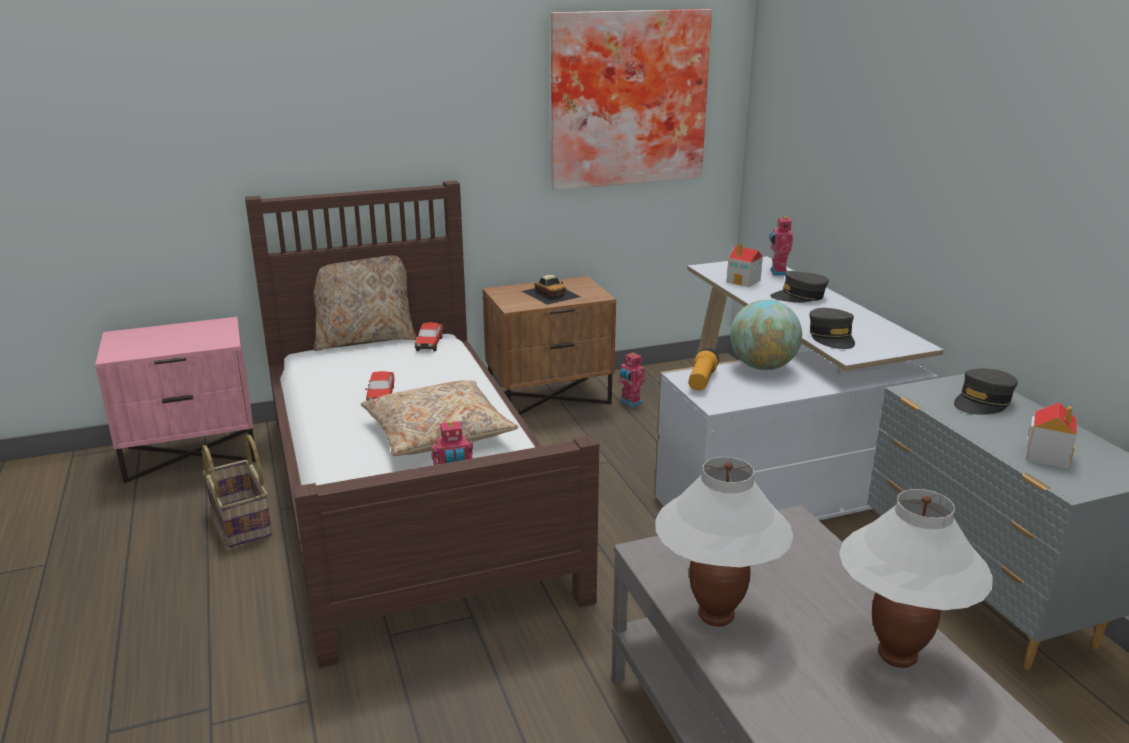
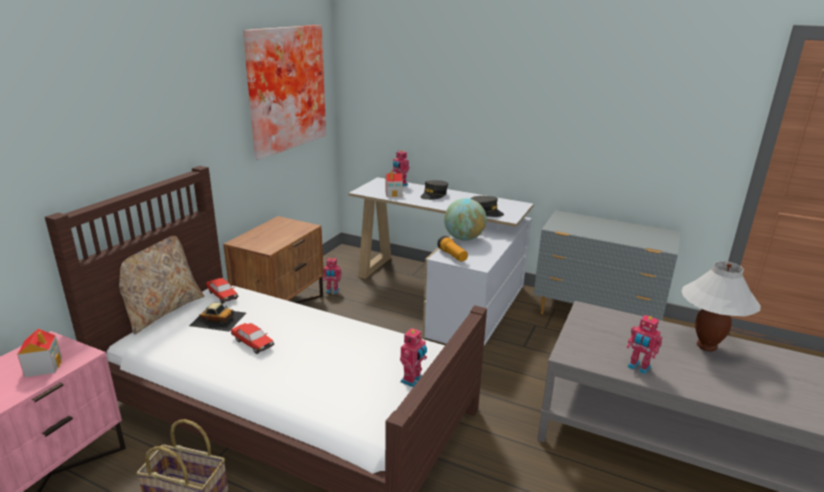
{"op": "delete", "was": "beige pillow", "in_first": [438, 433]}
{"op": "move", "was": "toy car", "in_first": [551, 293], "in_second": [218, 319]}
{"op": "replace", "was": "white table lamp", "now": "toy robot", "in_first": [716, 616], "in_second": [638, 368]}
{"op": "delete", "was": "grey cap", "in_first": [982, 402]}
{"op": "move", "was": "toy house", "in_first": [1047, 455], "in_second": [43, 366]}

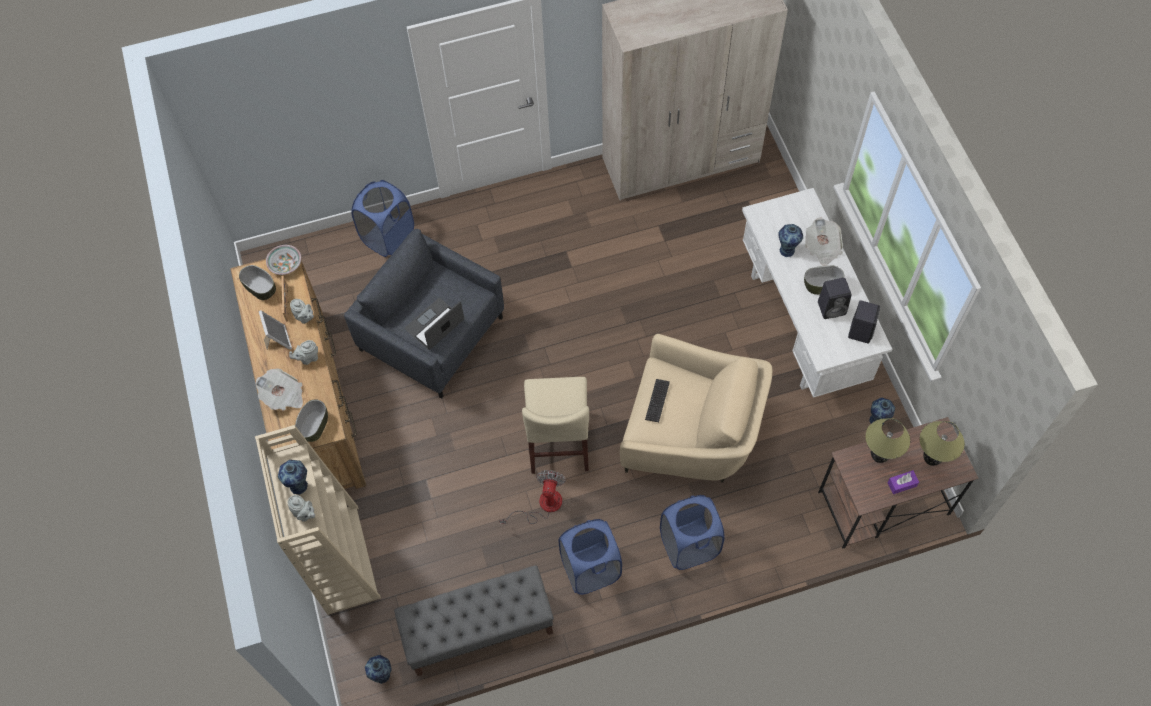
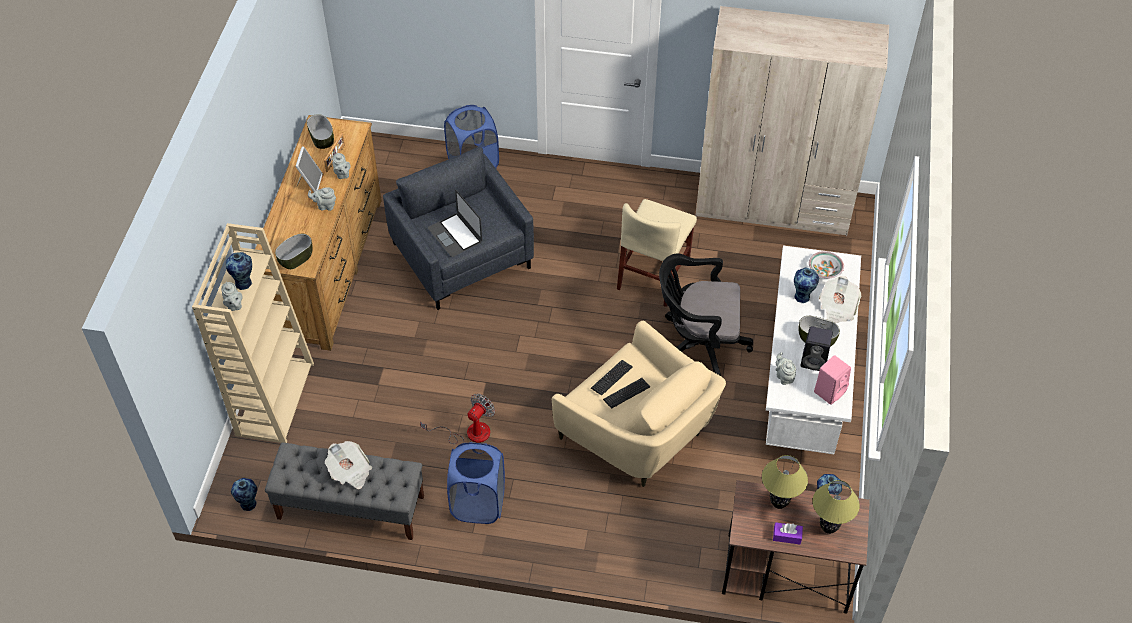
{"op": "move", "was": "newspaper", "in_first": [283, 396], "in_second": [350, 471]}
{"op": "move", "was": "bowl", "in_first": [285, 264], "in_second": [824, 270]}
{"op": "rotate", "was": "laptop", "in_first": [434, 324], "in_second": [455, 235], "clockwise": -105}
{"op": "move", "was": "beige chair", "in_first": [558, 441], "in_second": [653, 275]}
{"op": "delete", "was": "blue laundry basket", "in_first": [689, 545]}
{"op": "recolor", "was": "black speaker", "now": "pink speaker", "in_first": [860, 330], "in_second": [830, 391]}
{"op": "insert", "now": "keyboard", "in_second": [626, 393]}
{"op": "insert", "now": "black office chair", "in_second": [698, 345]}
{"op": "insert", "now": "grey teapot", "in_second": [784, 376]}

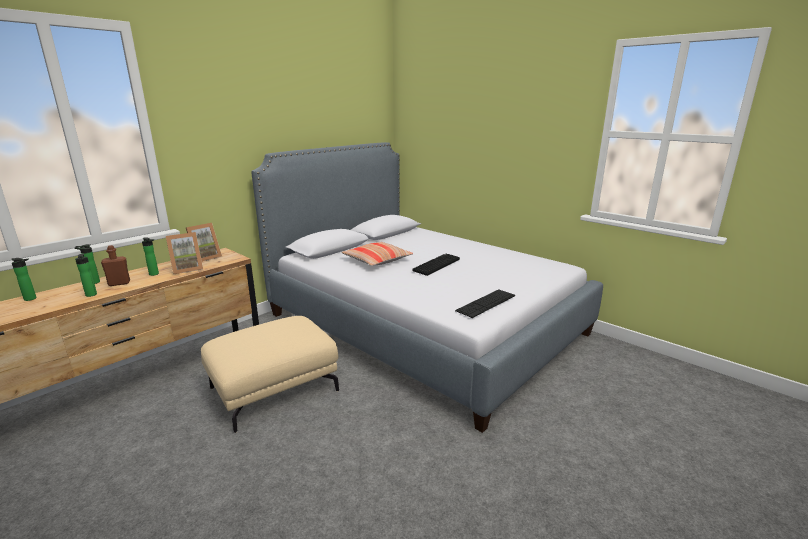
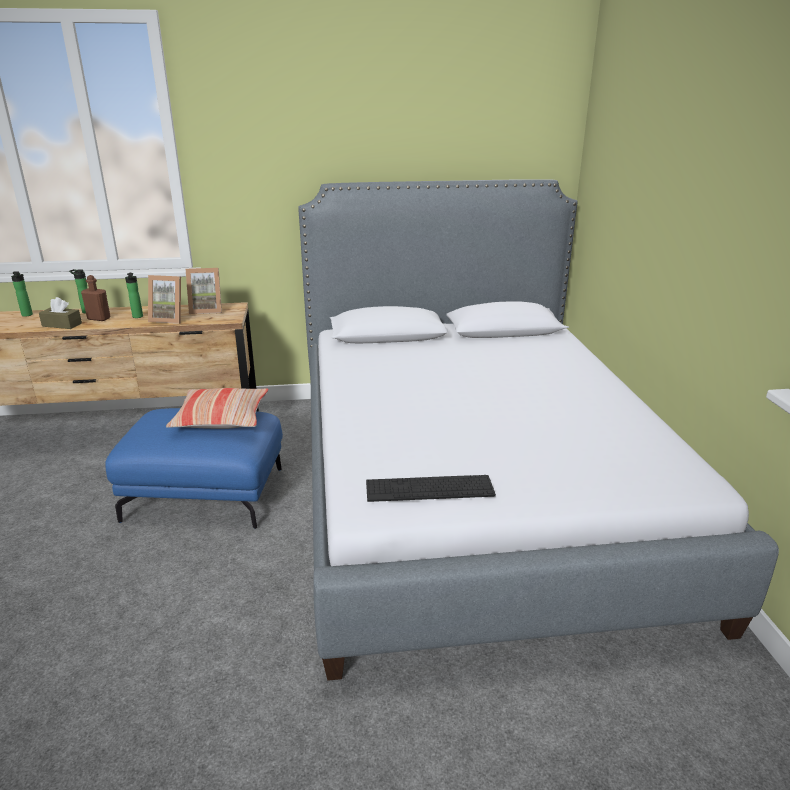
{"op": "replace", "was": "bottle", "now": "brown tissue box", "in_first": [91, 295], "in_second": [62, 325]}
{"op": "recolor", "was": "beige ottoman", "now": "blue ottoman", "in_first": [274, 388], "in_second": [206, 493]}
{"op": "move", "was": "pillow", "in_first": [377, 260], "in_second": [221, 418]}
{"op": "delete", "was": "keyboard", "in_first": [436, 265]}

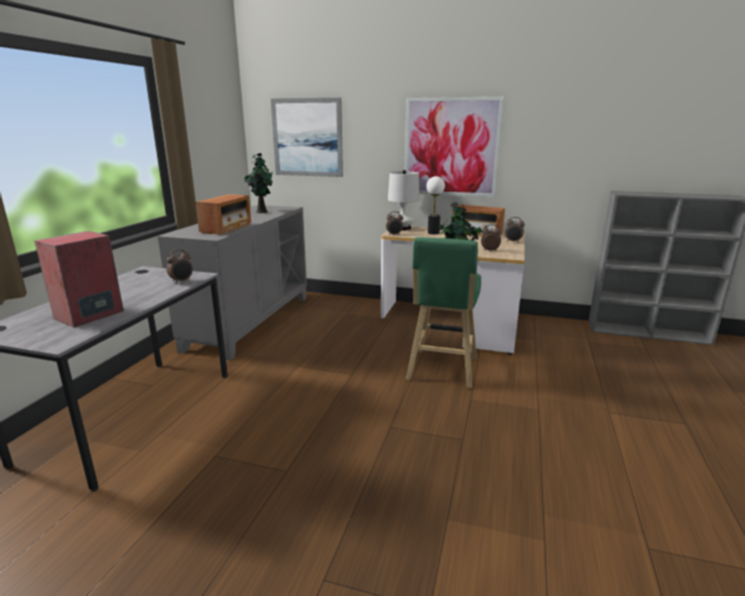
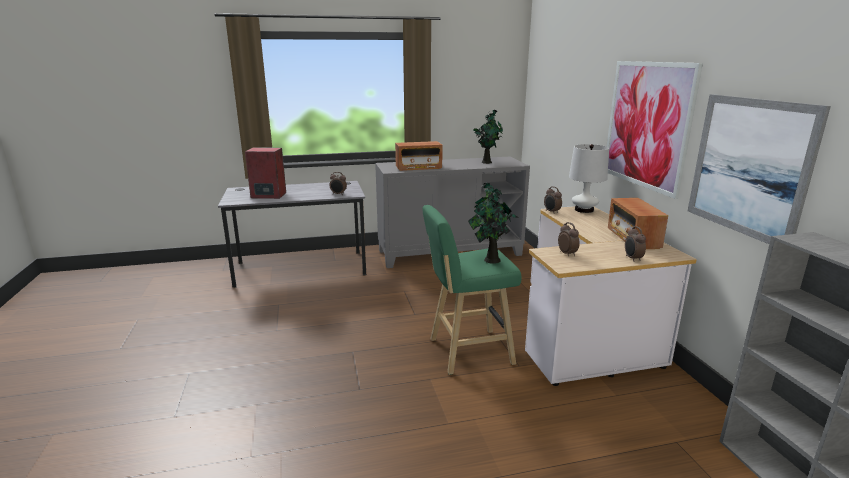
{"op": "move", "was": "picture", "in_first": [307, 137], "in_second": [748, 167]}
{"op": "delete", "was": "table lamp", "in_first": [433, 233]}

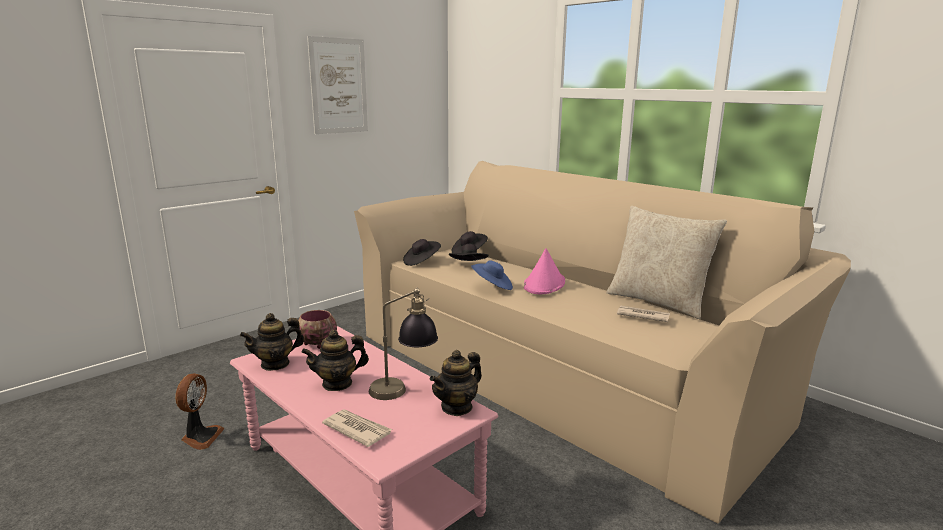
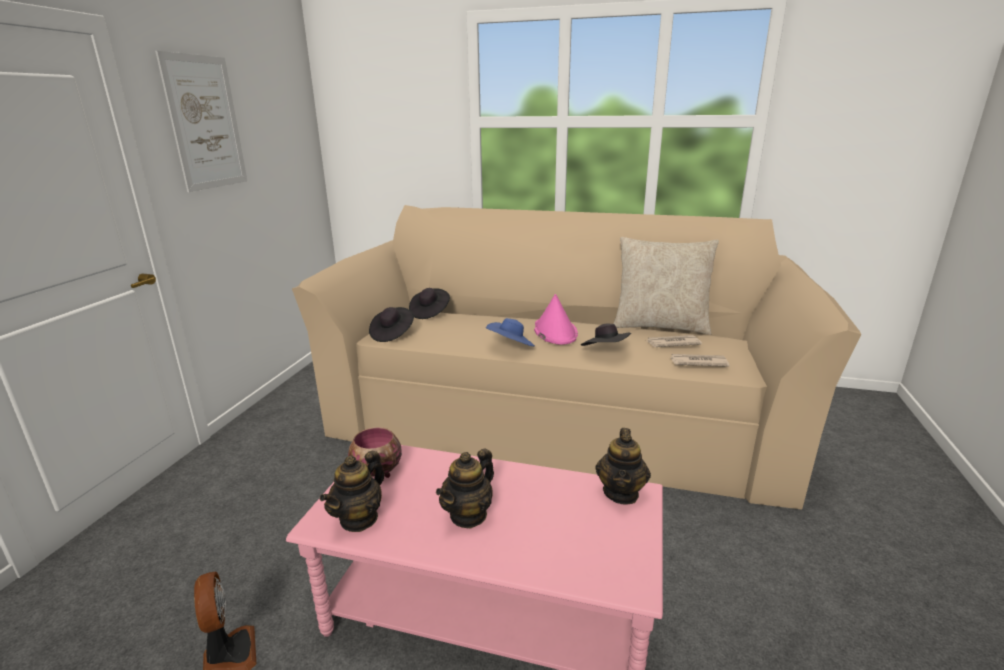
{"op": "move", "was": "newspaper", "in_first": [357, 429], "in_second": [697, 362]}
{"op": "delete", "was": "table lamp", "in_first": [403, 390]}
{"op": "move", "was": "black hat", "in_first": [469, 266], "in_second": [605, 351]}

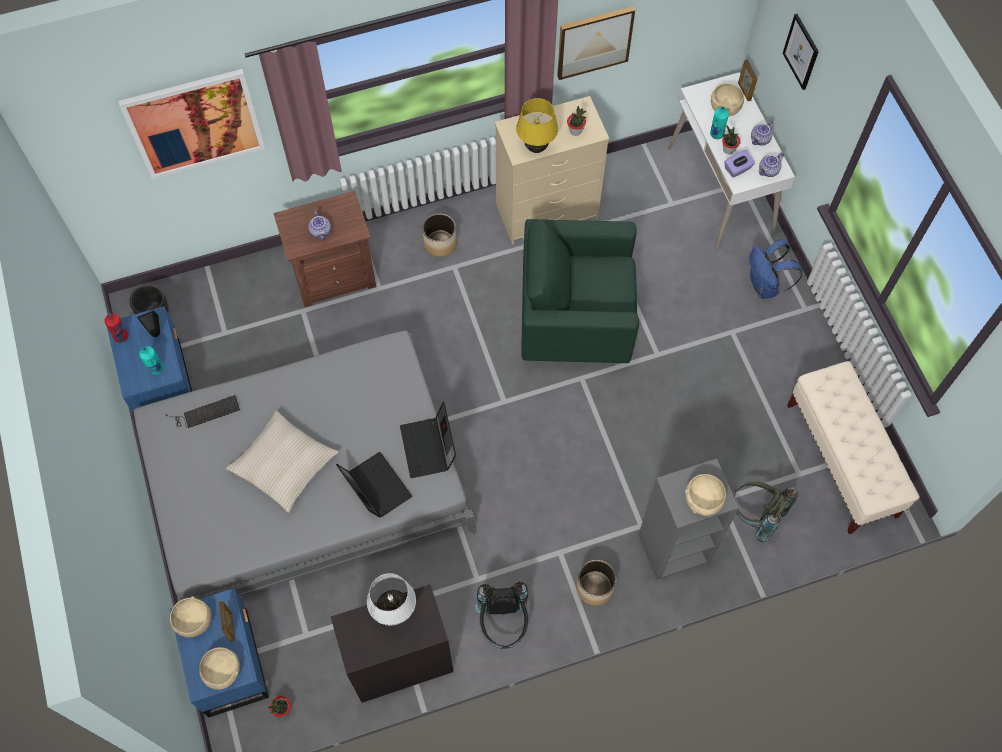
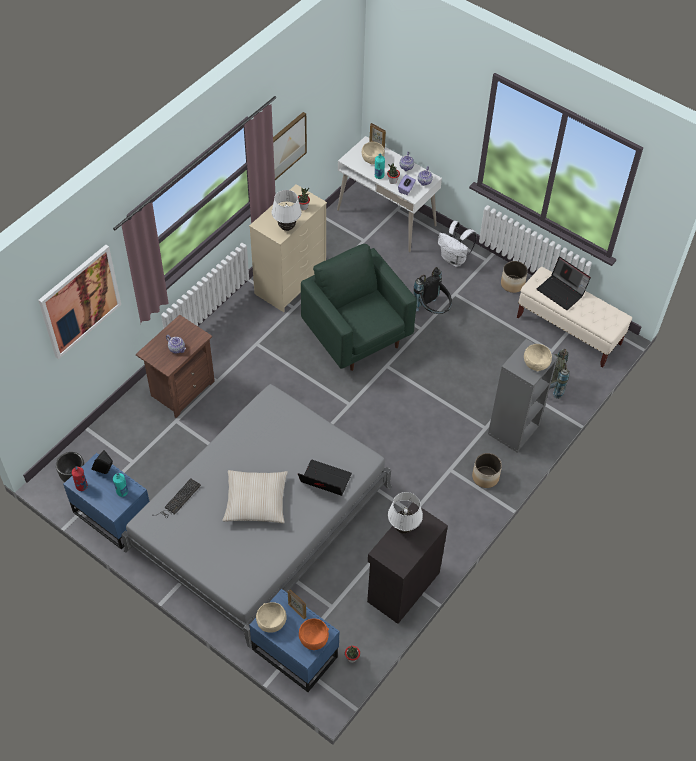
{"op": "recolor", "was": "beige bowl", "now": "orange bowl", "in_first": [222, 672], "in_second": [313, 639]}
{"op": "move", "was": "laptop", "in_first": [429, 448], "in_second": [562, 292]}
{"op": "move", "was": "planter", "in_first": [440, 243], "in_second": [512, 284]}
{"op": "move", "was": "black backpack", "in_first": [503, 624], "in_second": [432, 310]}
{"op": "recolor", "was": "yellow table lamp", "now": "white table lamp", "in_first": [536, 148], "in_second": [287, 228]}
{"op": "rotate", "was": "green armchair", "in_first": [575, 320], "in_second": [357, 335], "clockwise": 90}
{"op": "recolor", "was": "blue backpack", "now": "white backpack", "in_first": [765, 286], "in_second": [454, 259]}
{"op": "delete", "was": "picture", "in_first": [801, 51]}

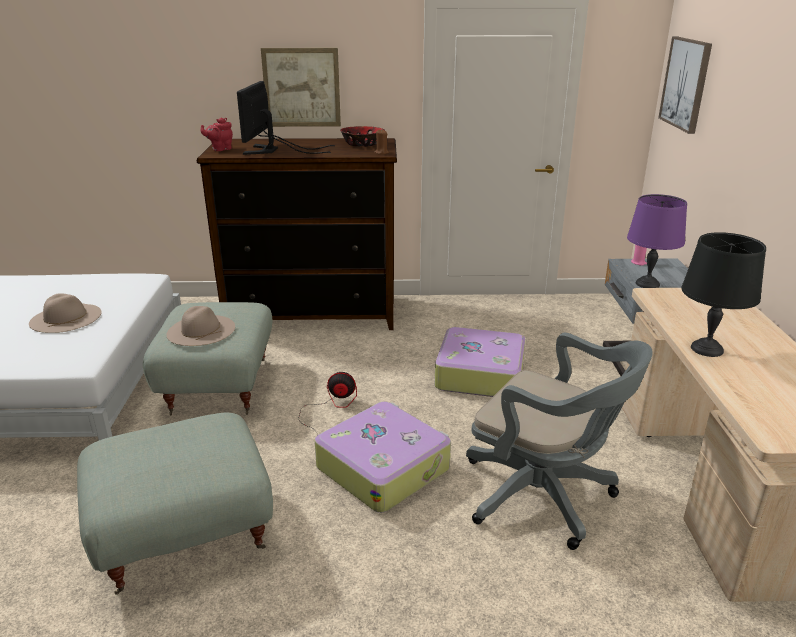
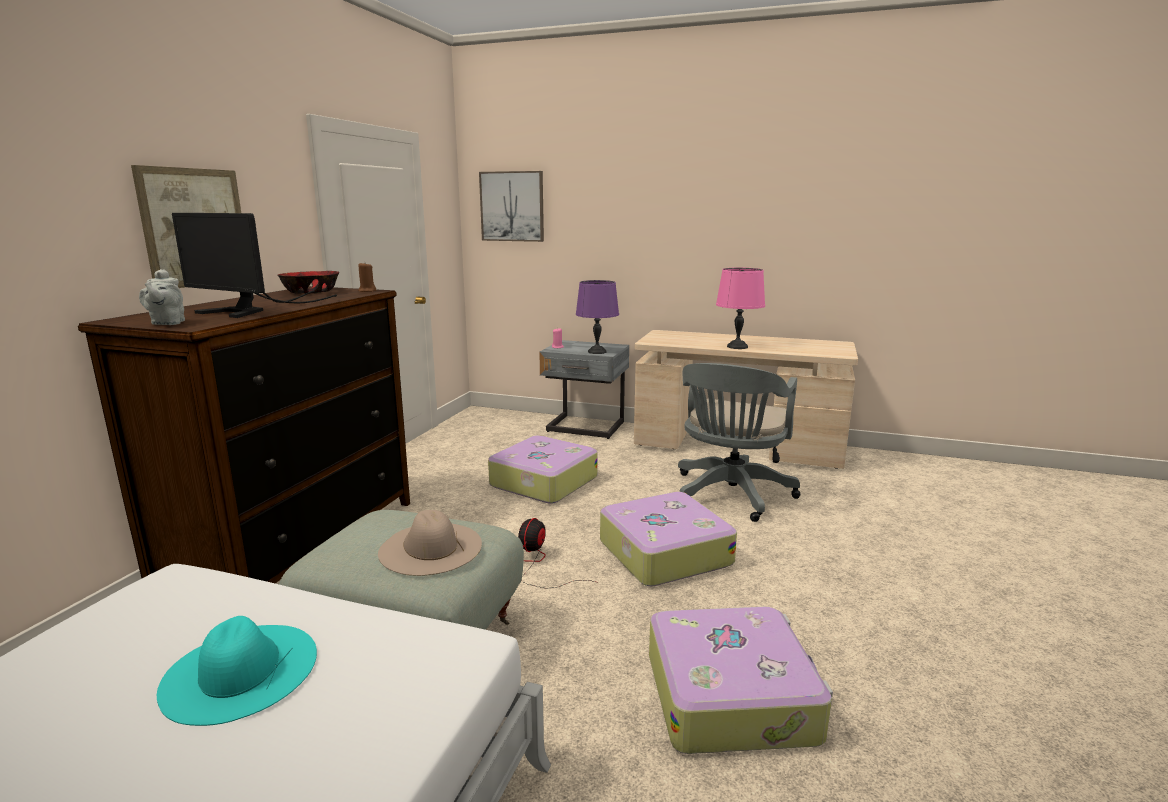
{"op": "recolor", "was": "beige hat", "now": "turquoise hat", "in_first": [65, 318], "in_second": [240, 671]}
{"op": "replace", "was": "grey ottoman", "now": "suitcase", "in_first": [184, 533], "in_second": [731, 696]}
{"op": "recolor", "was": "red teapot", "now": "grey teapot", "in_first": [220, 149], "in_second": [167, 323]}
{"op": "rotate", "was": "grey office chair", "in_first": [544, 497], "in_second": [730, 496], "clockwise": 150}
{"op": "recolor", "was": "black table lamp", "now": "pink table lamp", "in_first": [706, 348], "in_second": [736, 346]}

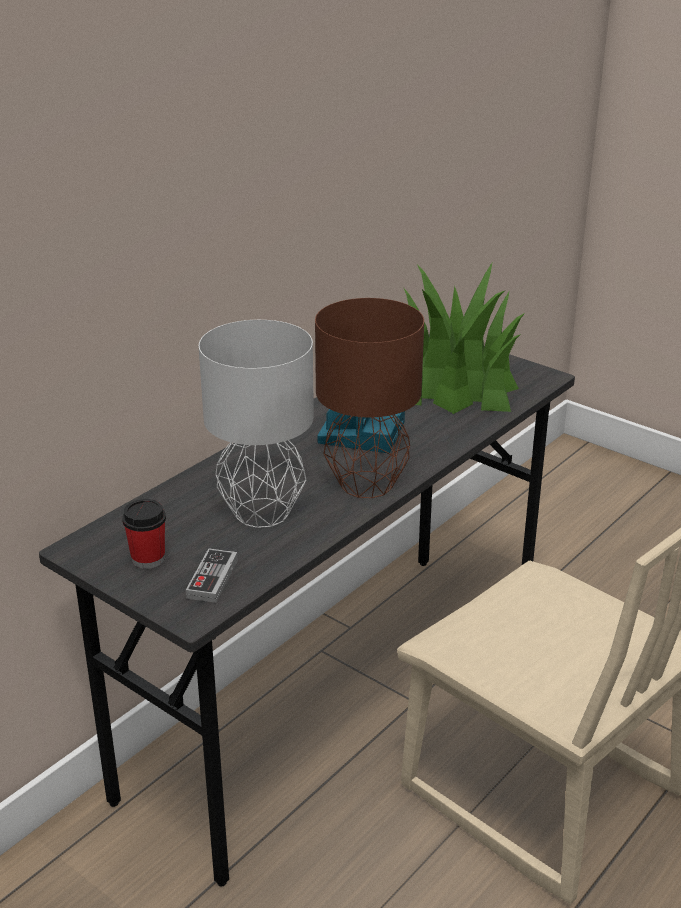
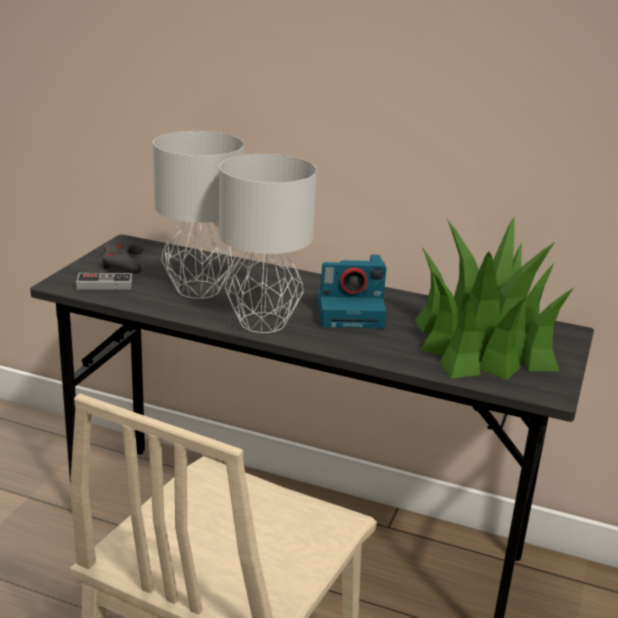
{"op": "replace", "was": "cup", "now": "grey game controller", "in_first": [148, 559], "in_second": [123, 263]}
{"op": "recolor", "was": "brown table lamp", "now": "grey table lamp", "in_first": [365, 485], "in_second": [261, 322]}

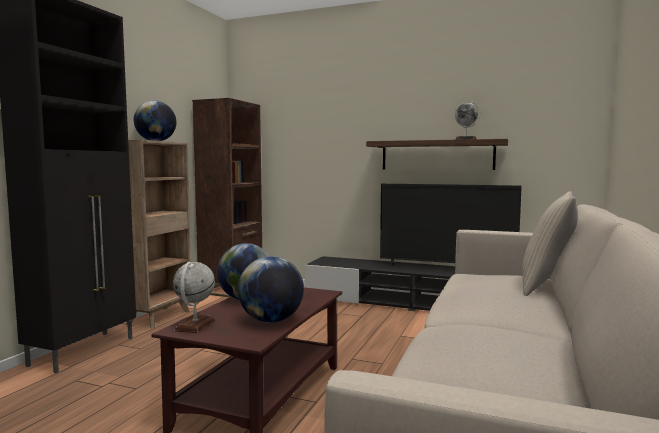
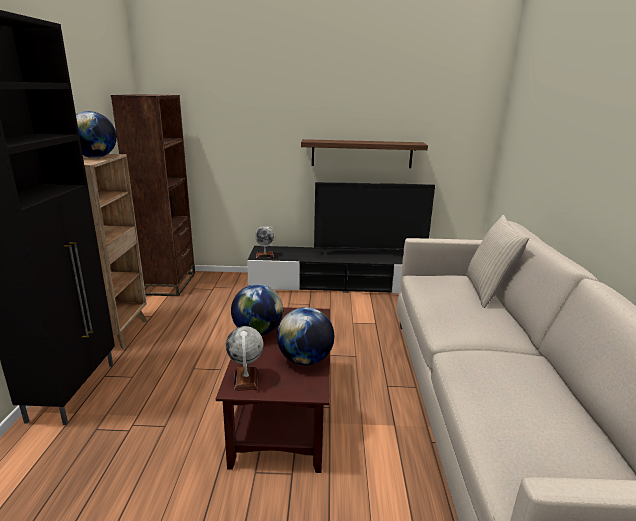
{"op": "move", "was": "globe", "in_first": [465, 139], "in_second": [265, 255]}

